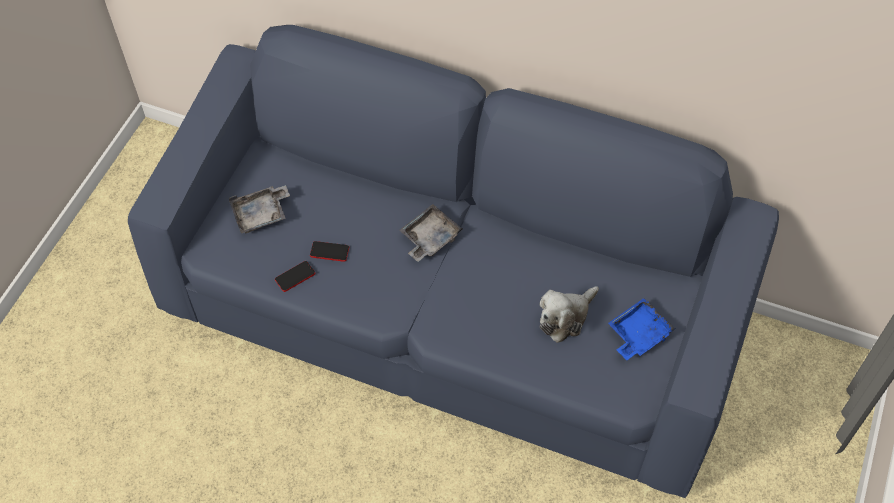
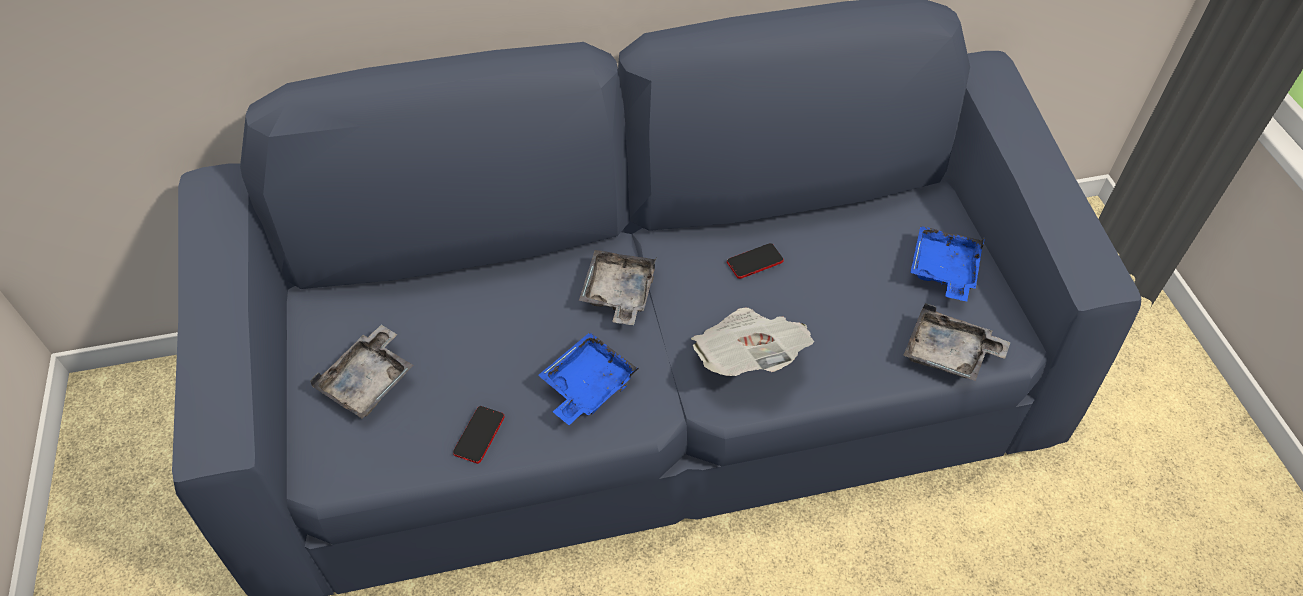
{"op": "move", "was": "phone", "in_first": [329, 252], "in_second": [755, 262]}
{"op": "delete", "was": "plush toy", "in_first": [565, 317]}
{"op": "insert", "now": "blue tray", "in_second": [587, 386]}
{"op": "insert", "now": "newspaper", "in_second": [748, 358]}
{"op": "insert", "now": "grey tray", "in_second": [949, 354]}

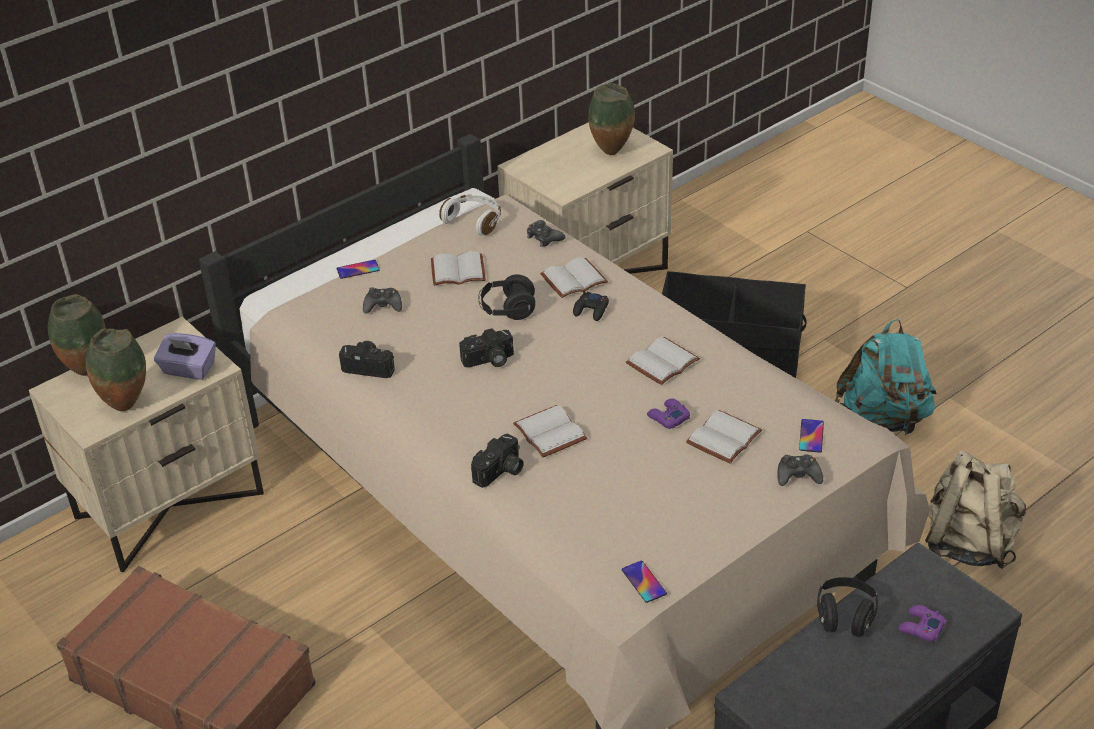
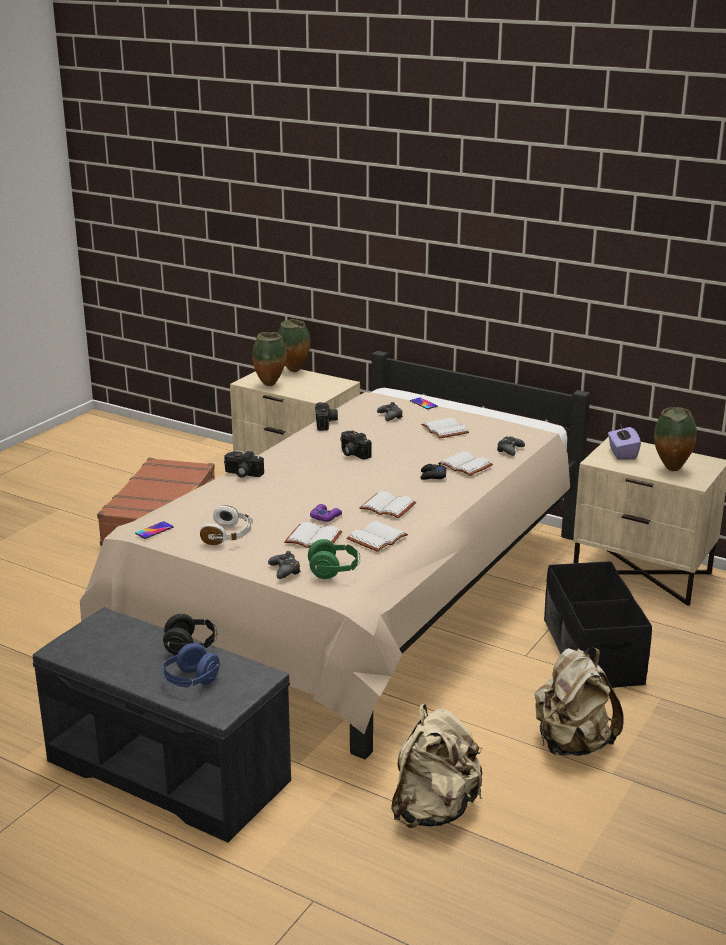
{"op": "move", "was": "purple tissue box", "in_first": [188, 370], "in_second": [622, 453]}
{"op": "move", "was": "white headphones", "in_first": [474, 221], "in_second": [228, 535]}
{"op": "delete", "was": "black headphones", "in_first": [507, 310]}
{"op": "move", "was": "white book", "in_first": [547, 432], "in_second": [376, 537]}
{"op": "replace", "was": "phone", "now": "green headphones", "in_first": [811, 436], "in_second": [334, 571]}
{"op": "recolor", "was": "turquoise backpack", "now": "beige backpack", "in_first": [883, 419], "in_second": [572, 744]}
{"op": "replace", "was": "purple game controller", "now": "blue headphones", "in_first": [921, 627], "in_second": [191, 681]}

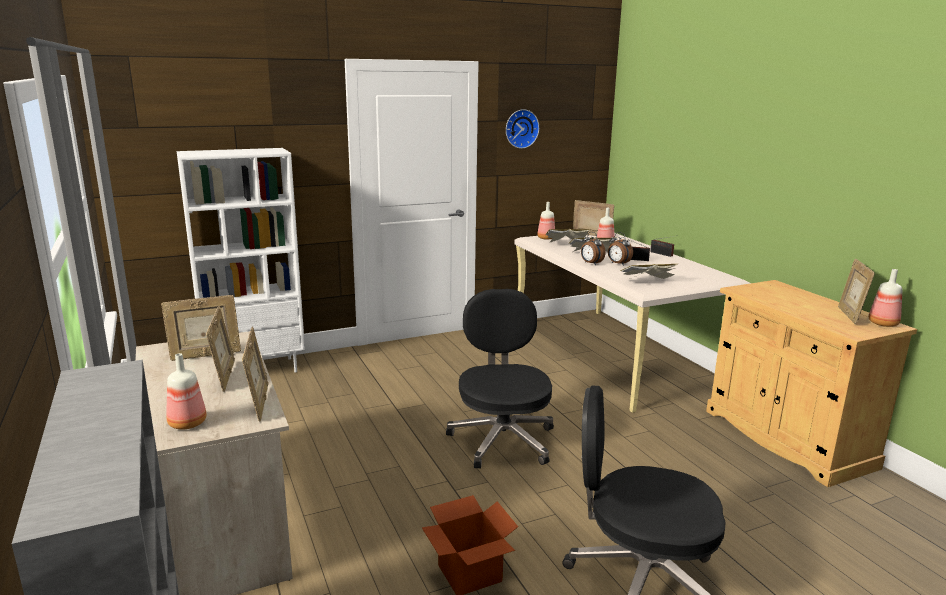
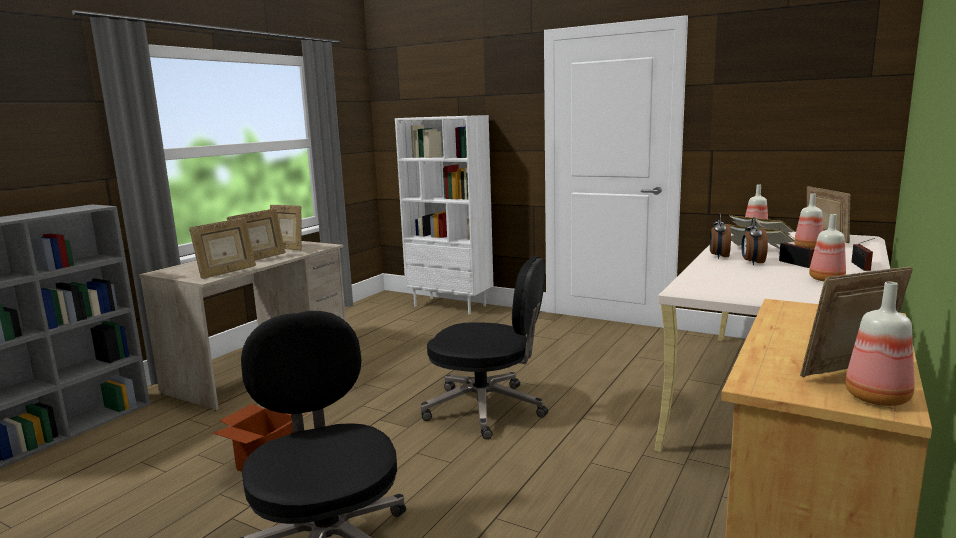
{"op": "move", "was": "bottle", "in_first": [186, 424], "in_second": [825, 279]}
{"op": "rotate", "was": "black office chair", "in_first": [502, 439], "in_second": [487, 409], "clockwise": 60}
{"op": "delete", "was": "wall clock", "in_first": [521, 128]}
{"op": "delete", "was": "book", "in_first": [648, 282]}

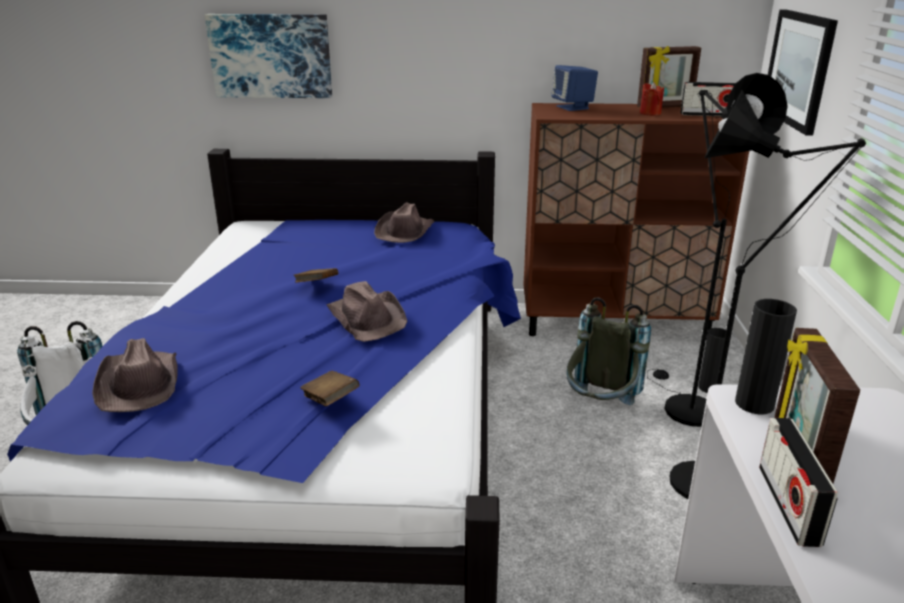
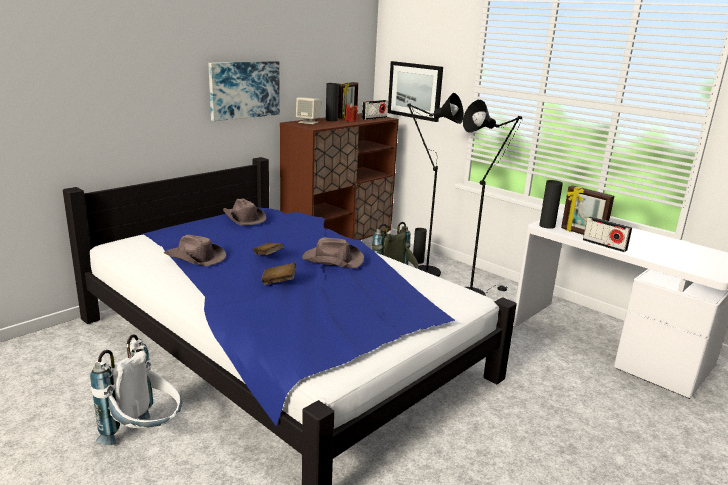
{"op": "move", "was": "brown hat", "in_first": [139, 383], "in_second": [195, 257]}
{"op": "move", "was": "picture", "in_first": [271, 56], "in_second": [244, 89]}
{"op": "move", "was": "brown book", "in_first": [330, 400], "in_second": [279, 281]}
{"op": "recolor", "was": "blue speaker", "now": "beige speaker", "in_first": [573, 107], "in_second": [308, 122]}
{"op": "insert", "now": "black vase", "in_second": [331, 120]}

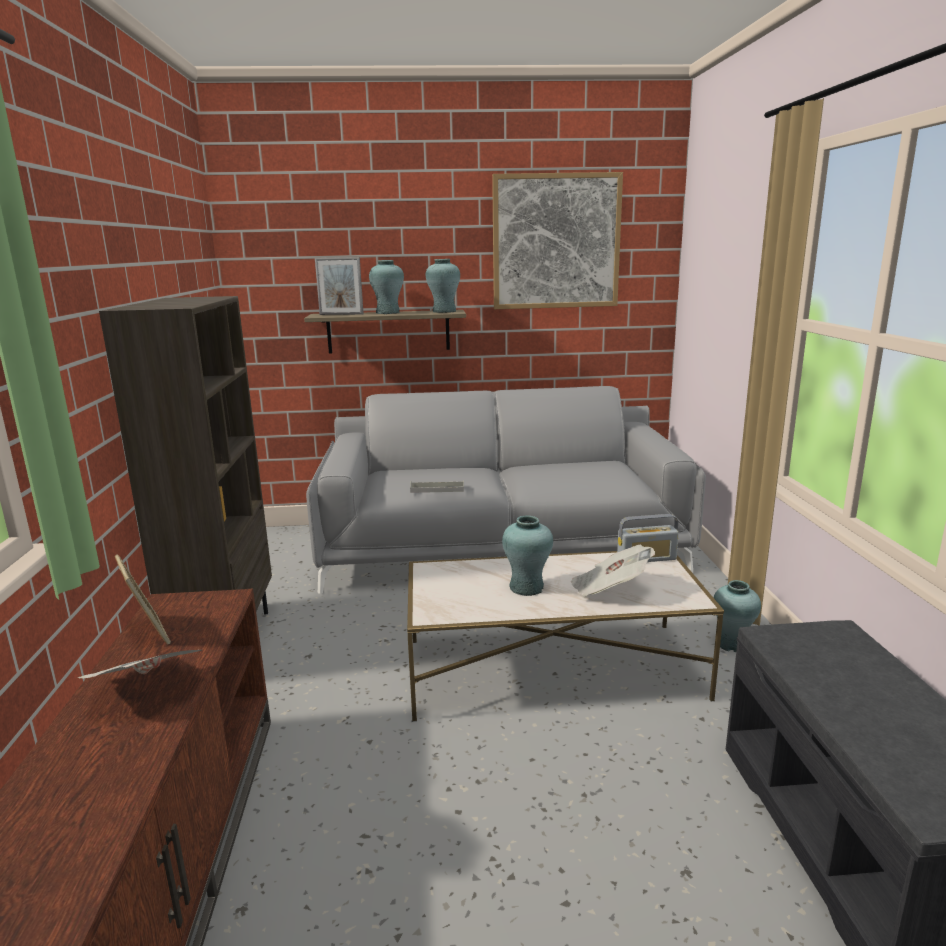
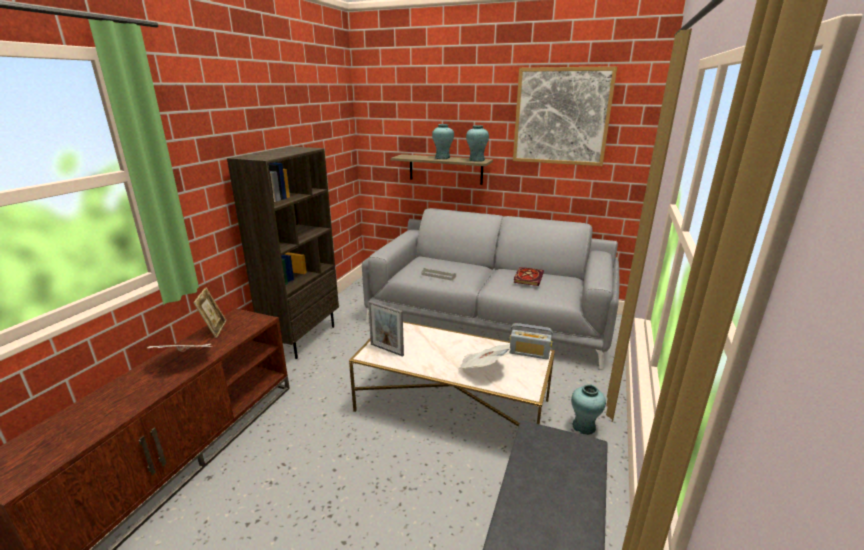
{"op": "move", "was": "picture frame", "in_first": [341, 314], "in_second": [386, 349]}
{"op": "delete", "was": "turquoise vase", "in_first": [526, 587]}
{"op": "insert", "now": "book", "in_second": [528, 277]}

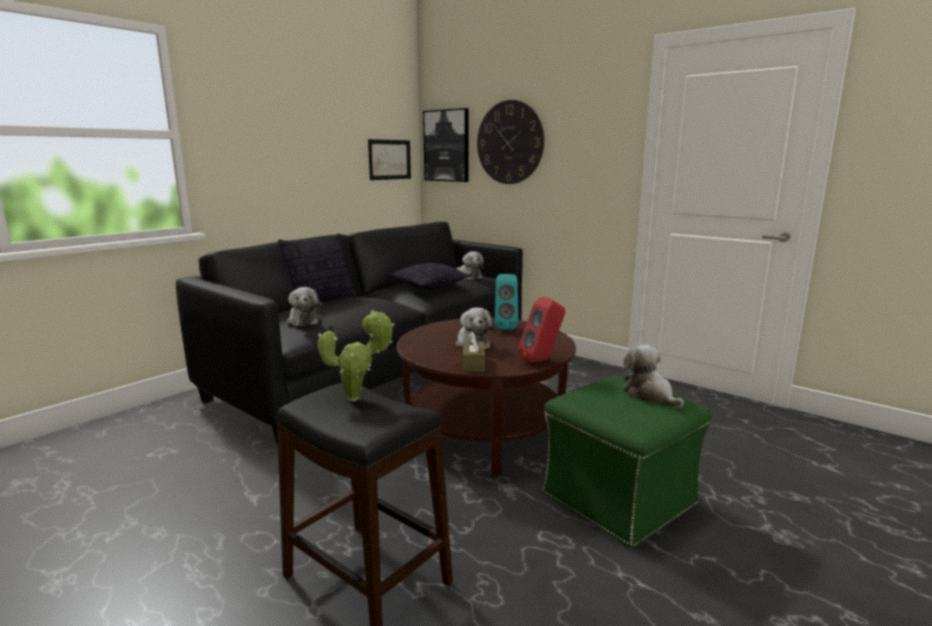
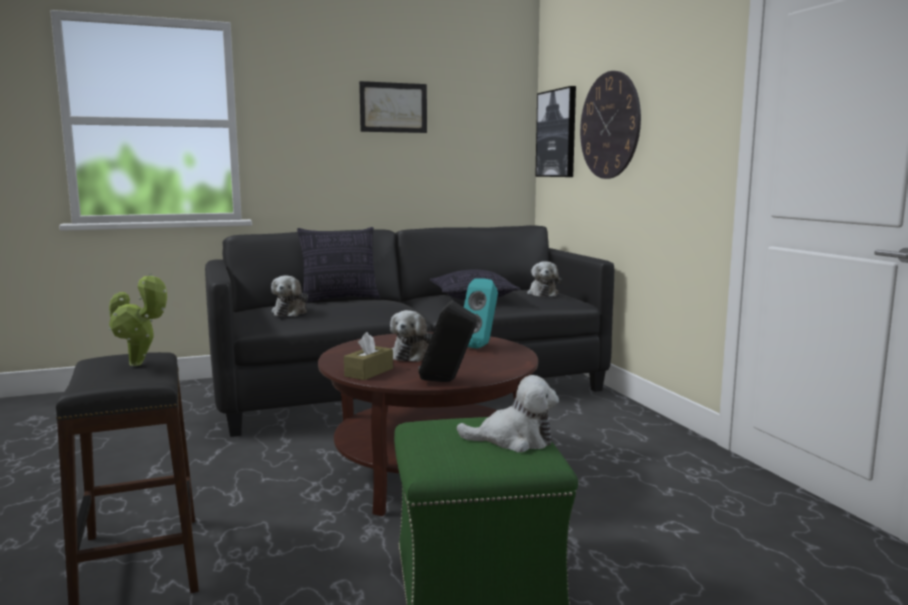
{"op": "move", "was": "picture", "in_first": [389, 159], "in_second": [393, 107]}
{"op": "recolor", "was": "red speaker", "now": "black speaker", "in_first": [542, 360], "in_second": [447, 381]}
{"op": "rotate", "was": "plush toy", "in_first": [649, 395], "in_second": [513, 440], "clockwise": 90}

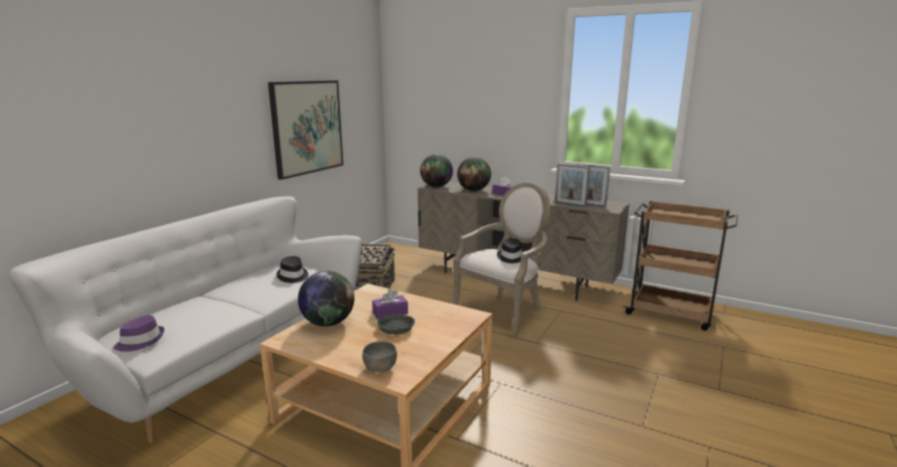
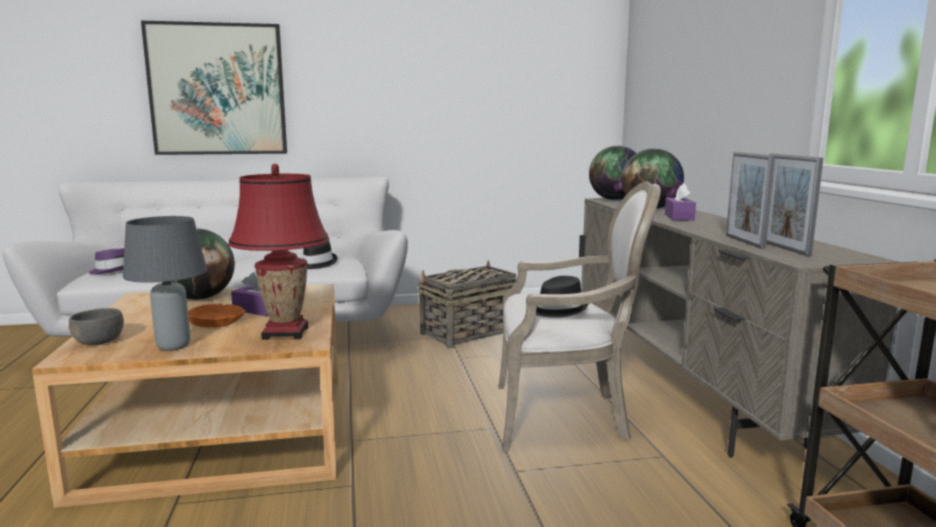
{"op": "move", "was": "picture", "in_first": [307, 127], "in_second": [218, 90]}
{"op": "recolor", "was": "grey bowl", "now": "orange bowl", "in_first": [396, 328], "in_second": [217, 322]}
{"op": "insert", "now": "grey table lamp", "in_second": [173, 347]}
{"op": "insert", "now": "red table lamp", "in_second": [285, 333]}

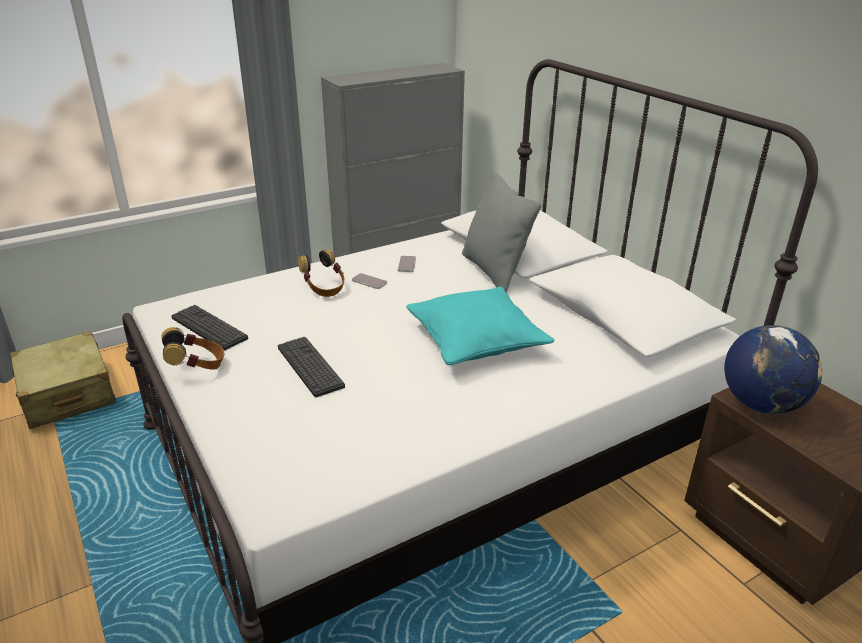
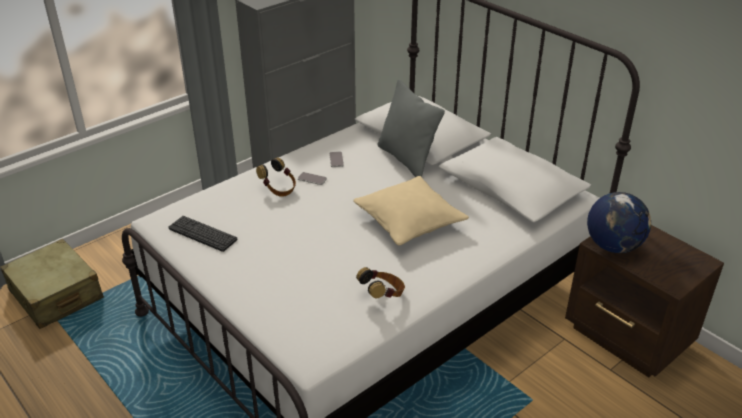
{"op": "move", "was": "headphones", "in_first": [197, 367], "in_second": [382, 295]}
{"op": "delete", "was": "keyboard", "in_first": [310, 367]}
{"op": "recolor", "was": "turquoise pillow", "now": "beige pillow", "in_first": [476, 340], "in_second": [409, 221]}

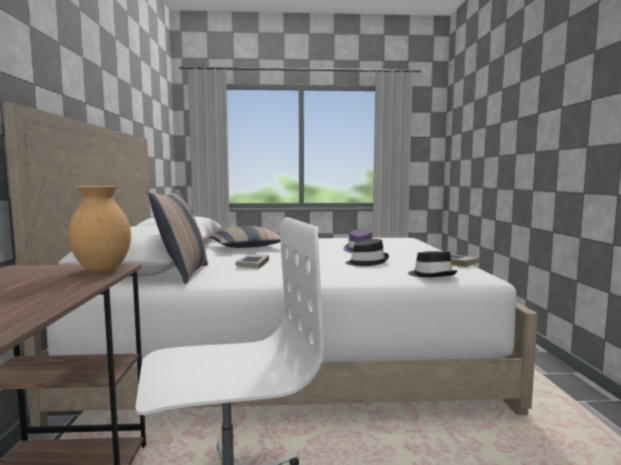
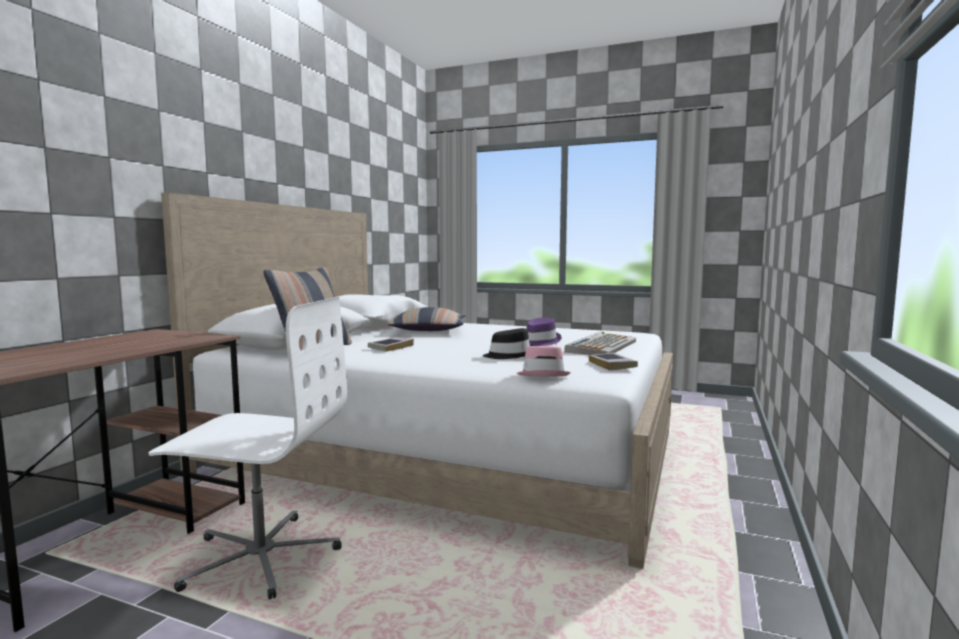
{"op": "delete", "was": "brown vase", "in_first": [102, 270]}
{"op": "recolor", "was": "black hat", "now": "pink hat", "in_first": [431, 275], "in_second": [543, 374]}
{"op": "insert", "now": "keyboard", "in_second": [601, 346]}

